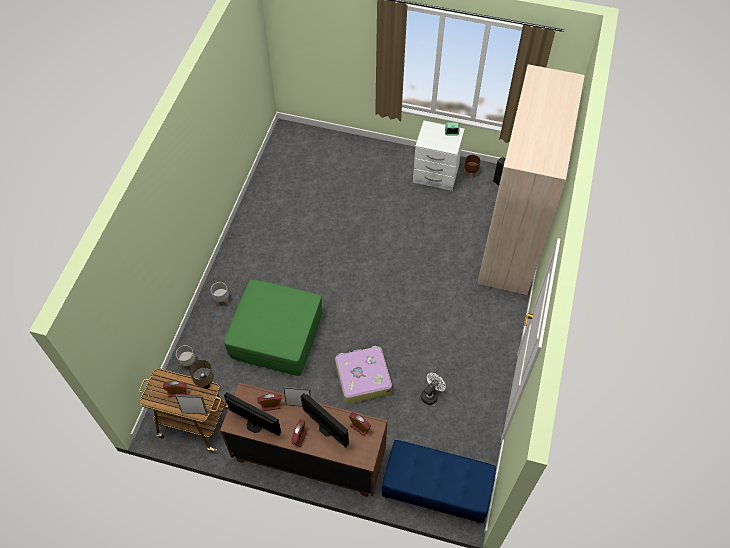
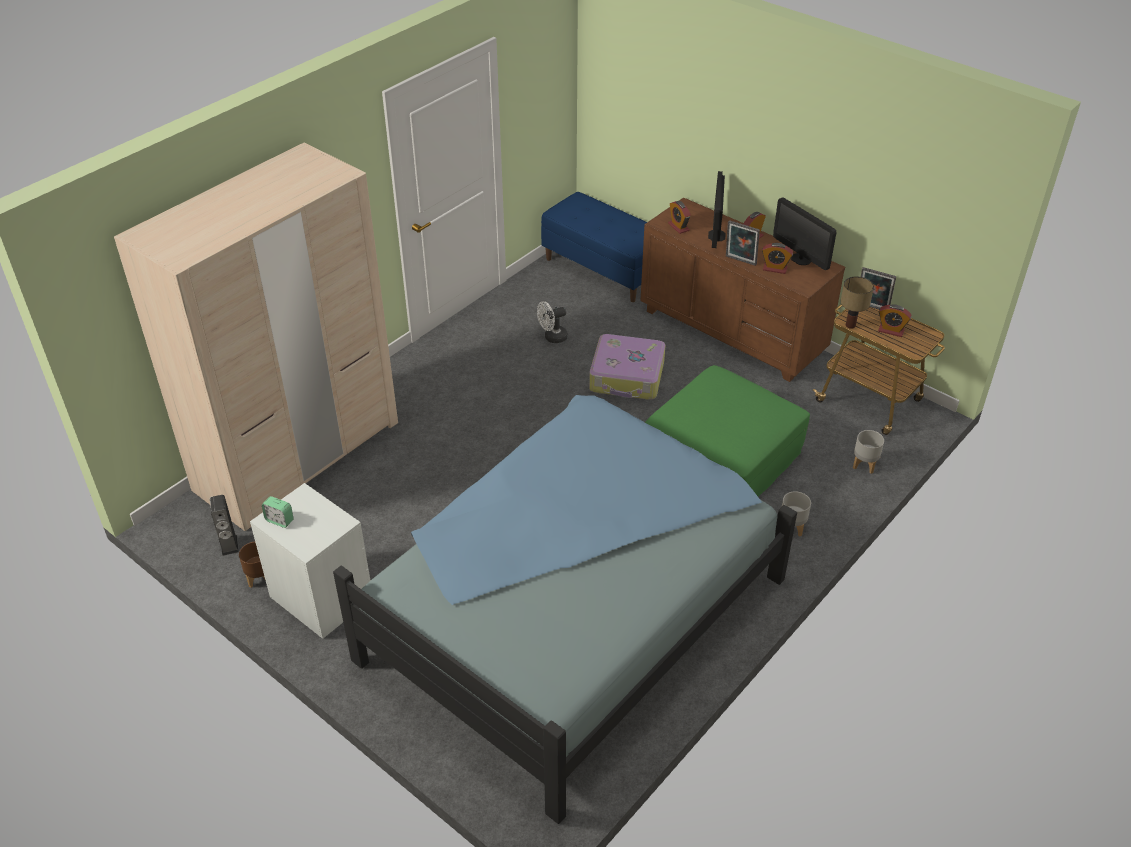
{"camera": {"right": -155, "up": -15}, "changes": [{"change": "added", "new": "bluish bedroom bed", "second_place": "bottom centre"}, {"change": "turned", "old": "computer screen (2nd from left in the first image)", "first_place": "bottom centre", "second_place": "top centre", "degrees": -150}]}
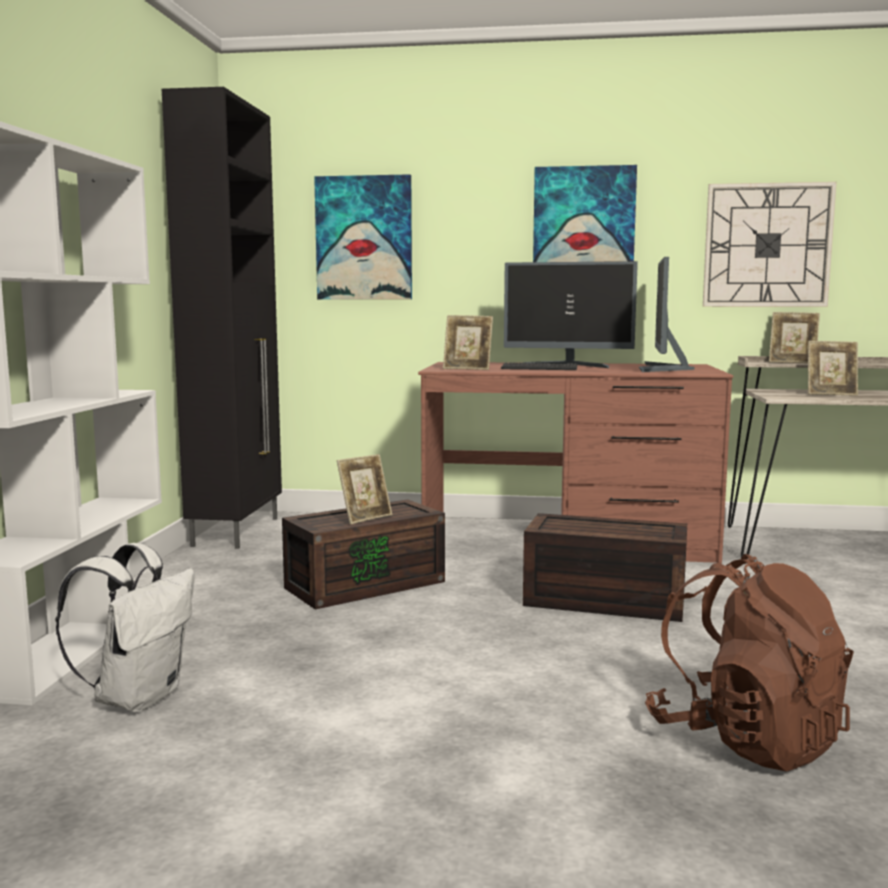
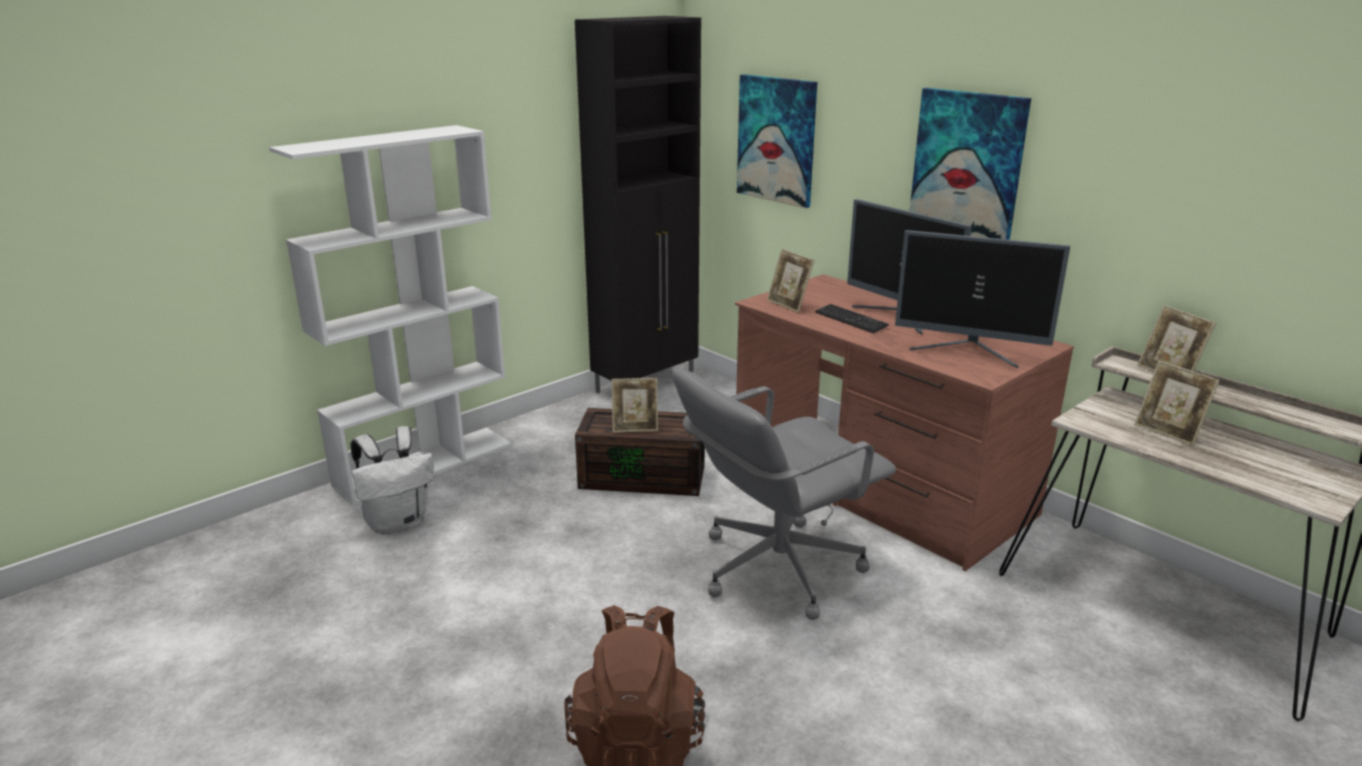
{"camera": {"right": 40, "up": 15}, "changes": [{"change": "replaced", "old": "brown storage box (2nd from left)", "new": "gray computer chair", "first_place": "middle right", "second_place": "centre"}, {"change": "turned", "old": "computer screen (2nd from left)", "first_place": "middle right", "second_place": "middle right", "degrees": -120}, {"change": "removed", "old": "wall clock", "first_place": "top right"}]}
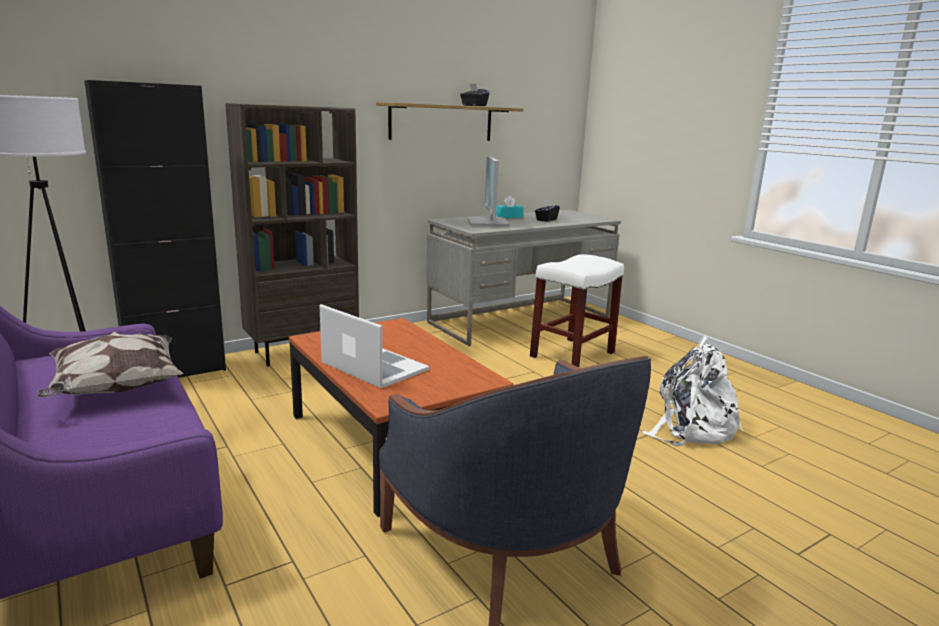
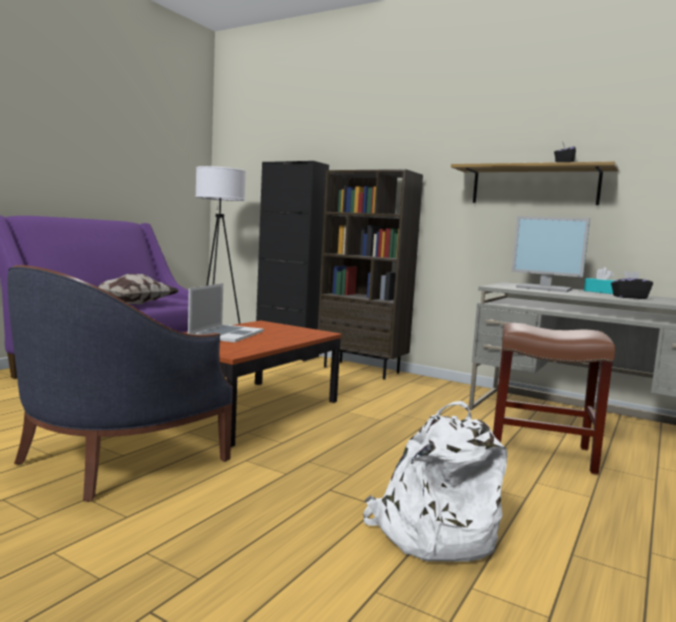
{"camera": {"right": 65, "up": -10}, "changes": [{"change": "recoloured", "old": "whitish sitting stool", "new": "brown sitting stool", "first_place": "centre", "second_place": "middle right"}, {"change": "turned", "old": "computer screen", "first_place": "top centre", "second_place": "middle right", "degrees": -120}]}
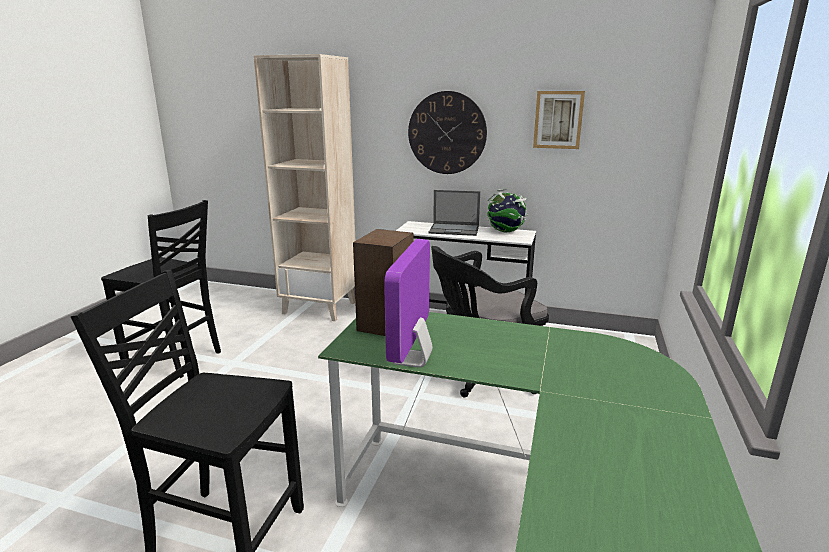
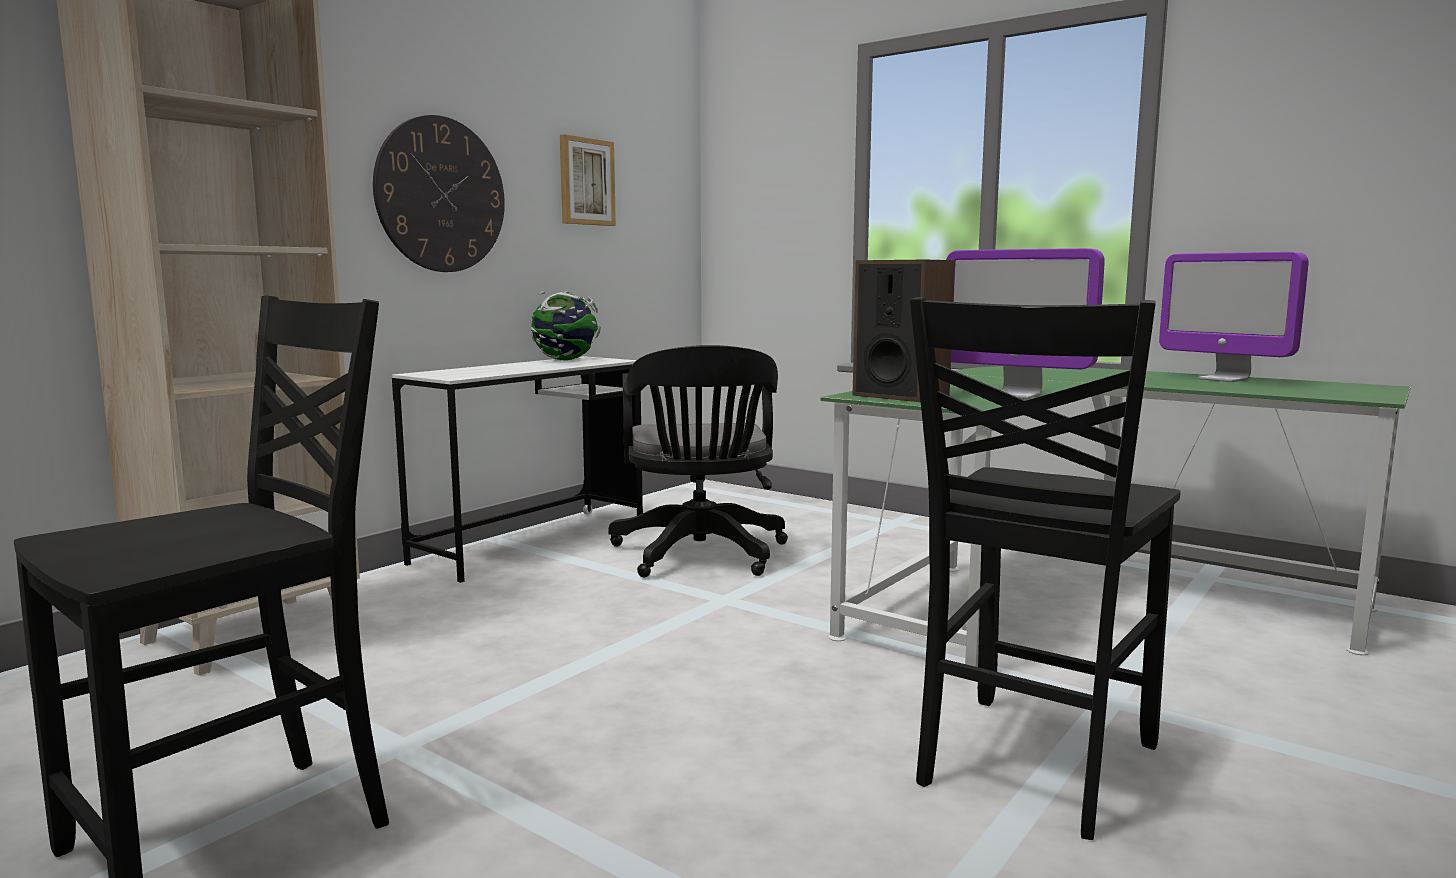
{"camera": {"right": -70, "up": -10}, "changes": [{"change": "added", "new": "computer screen (2nd from left)", "second_place": "middle right"}, {"change": "removed", "old": "notebook computer", "first_place": "centre"}]}
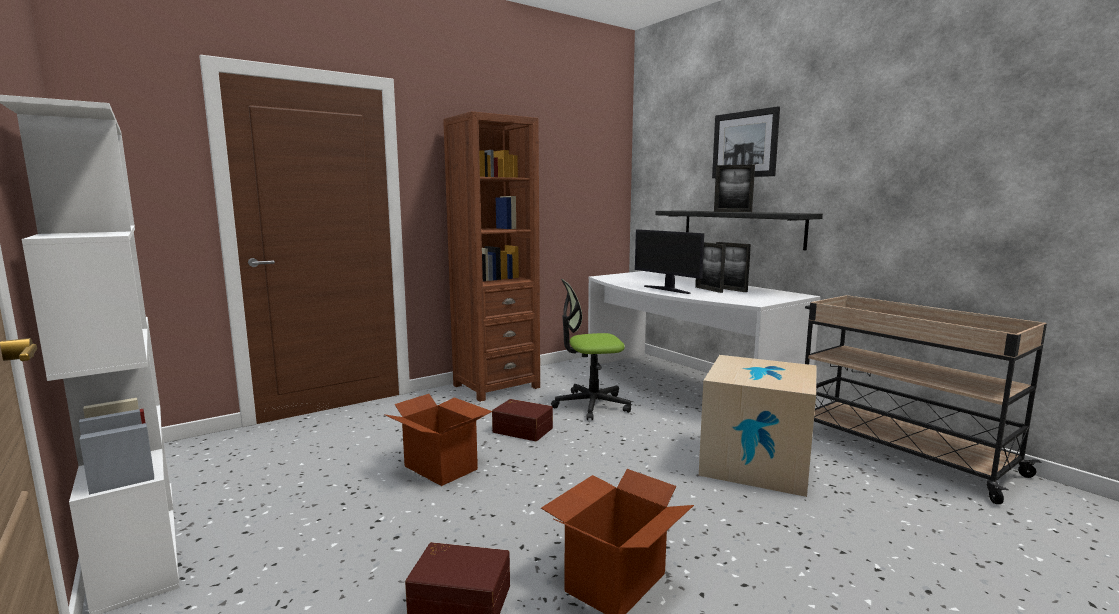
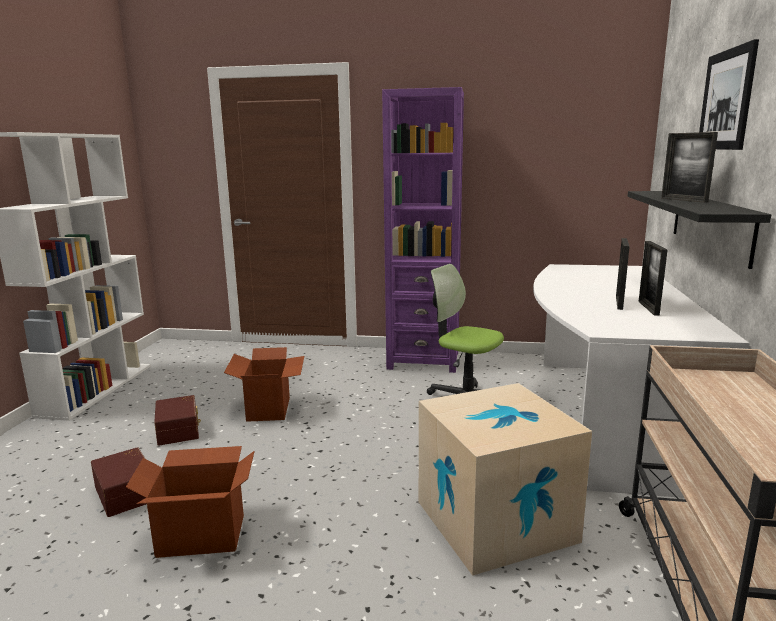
{"camera": {"right": 45, "up": 5}, "changes": [{"change": "moved", "old": "brown storage box (2nd from left)", "first_place": "bottom centre", "second_place": "bottom left"}, {"change": "recoloured", "old": "brown shelving unit", "new": "purple shelving unit", "first_place": "centre", "second_place": "centre"}, {"change": "removed", "old": "computer screen", "first_place": "centre"}]}
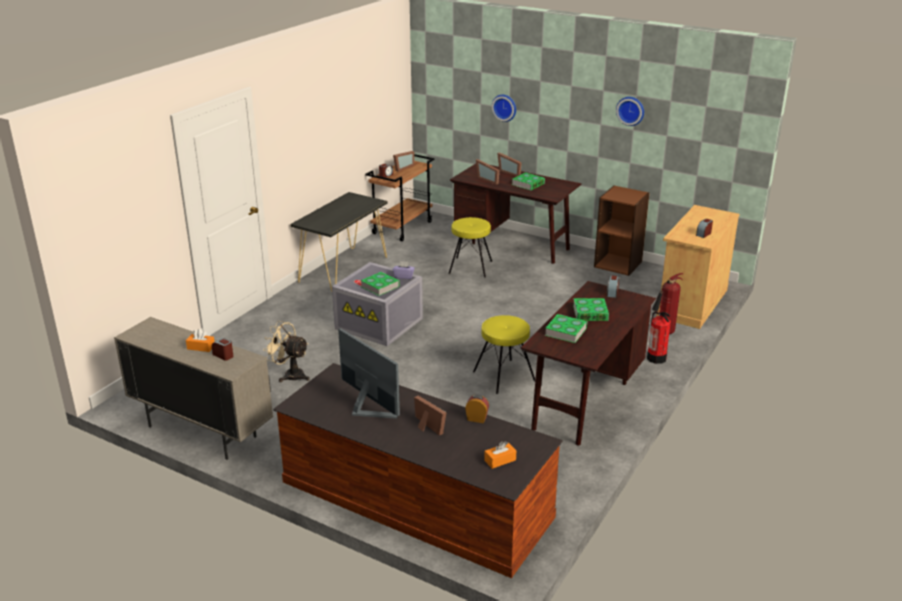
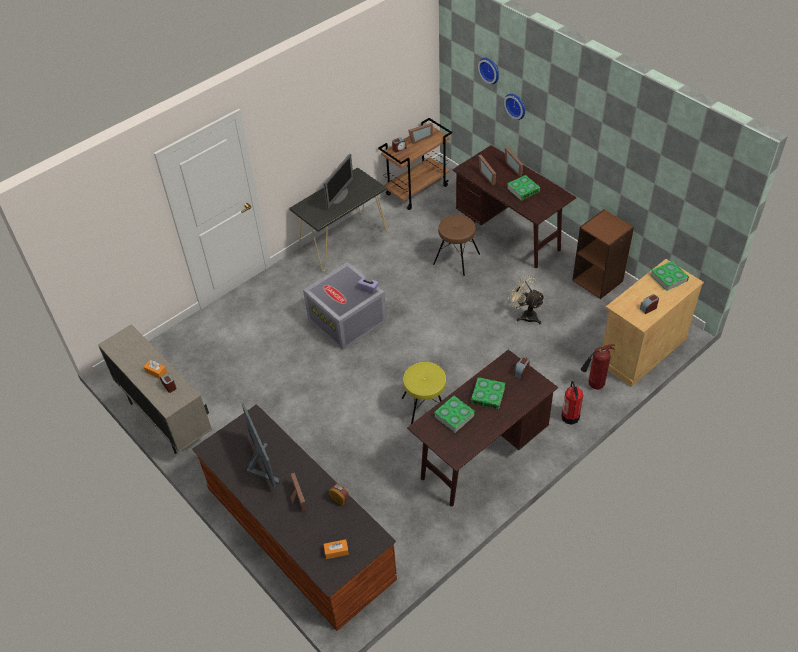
{"camera": {"right": 20, "up": 20}, "changes": [{"change": "added", "new": "computer screen (2nd from left)", "second_place": "top centre"}, {"change": "recoloured", "old": "yellow-coloured sitting stool (1st from left)", "new": "brown sitting stool", "first_place": "centre", "second_place": "centre"}, {"change": "moved", "old": "wall clock (2nd from left in the first image)", "new": "wall clock (1st from left)", "first_place": "top right", "second_place": "top centre"}, {"change": "moved", "old": "beige cooling fan", "first_place": "middle left", "second_place": "centre"}, {"change": "moved", "old": "book (1st from left in the first image)", "new": "book (4th from left)", "first_place": "centre", "second_place": "middle right"}]}
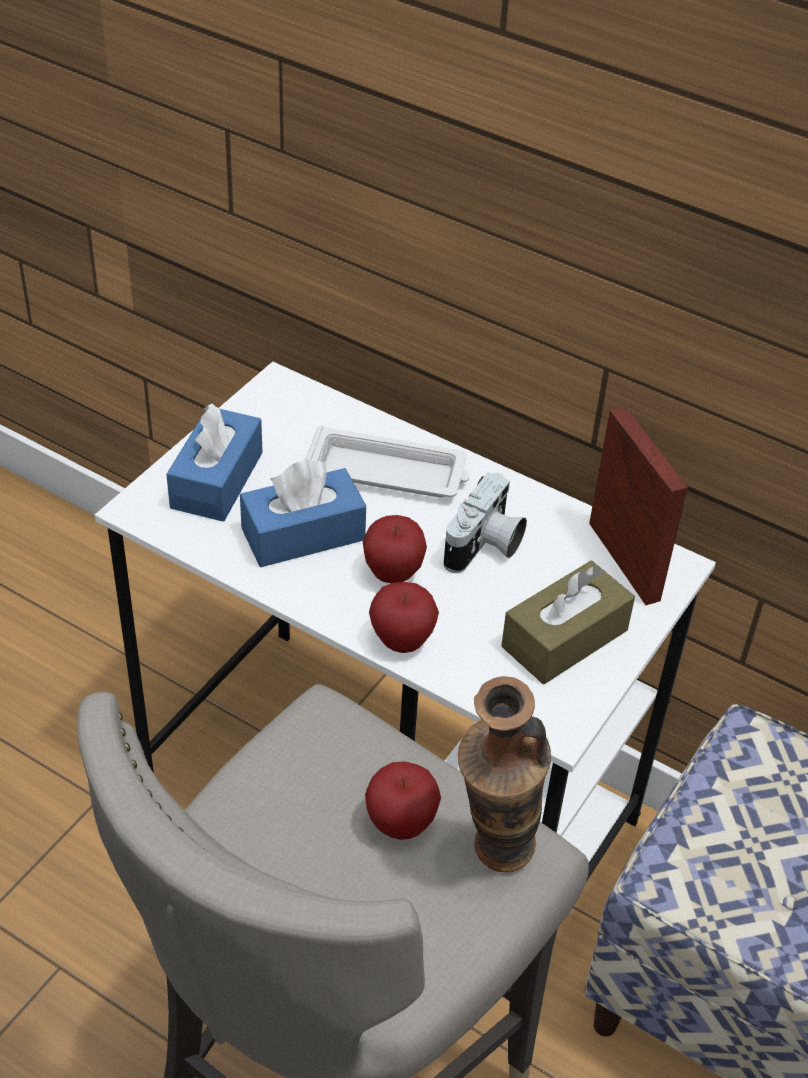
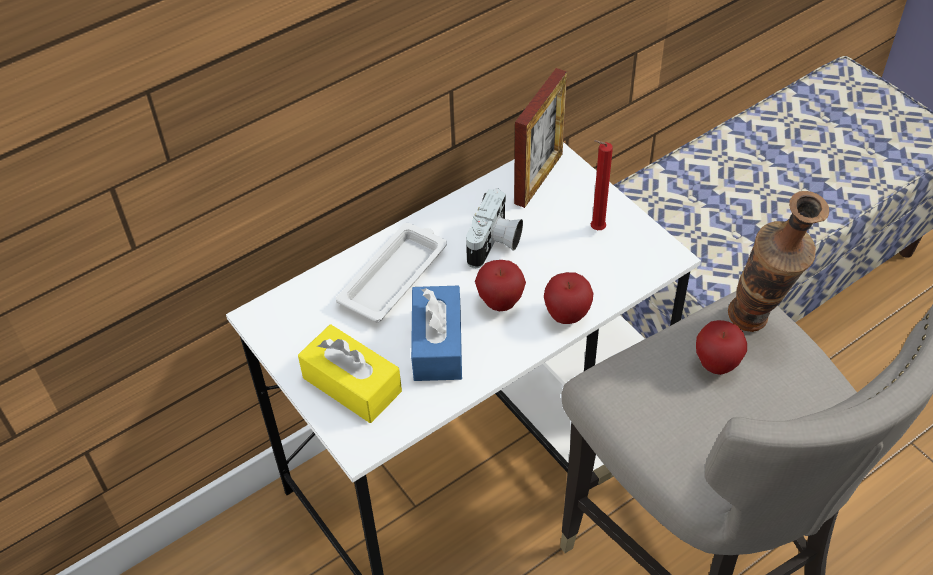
{"camera": {"right": -65, "up": 5}, "changes": [{"change": "recoloured", "old": "bluish tissue holder (1st from left)", "new": "yellow-coloured tissue holder", "first_place": "middle left", "second_place": "centre"}, {"change": "turned", "old": "still camera", "first_place": "centre", "second_place": "centre", "degrees": 60}, {"change": "turned", "old": "picture frame", "first_place": "middle right", "second_place": "top centre", "degrees": 120}, {"change": "replaced", "old": "brown tissue holder", "new": "red candle", "first_place": "middle right", "second_place": "top centre"}]}
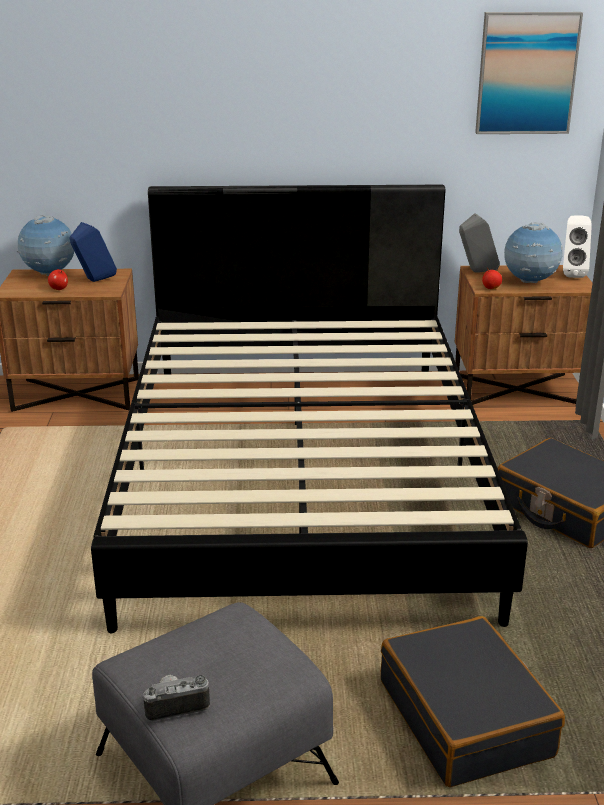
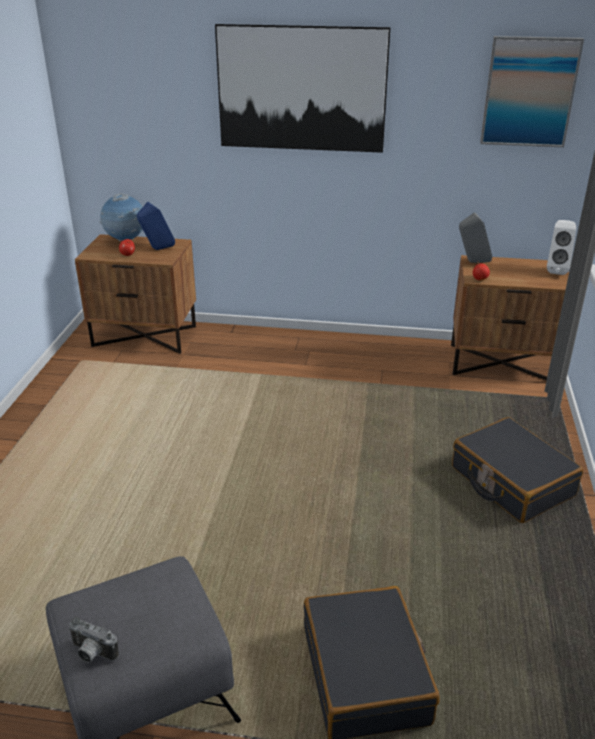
{"camera": {"right": 10, "up": 5}, "changes": [{"change": "turned", "old": "still camera", "first_place": "bottom left", "second_place": "bottom left", "degrees": -150}, {"change": "added", "new": "wall art (1st from left)", "second_place": "top centre"}, {"change": "removed", "old": "blackish bedroom bed", "first_place": "centre"}, {"change": "removed", "old": "globe (2nd from left)", "first_place": "top right"}]}
